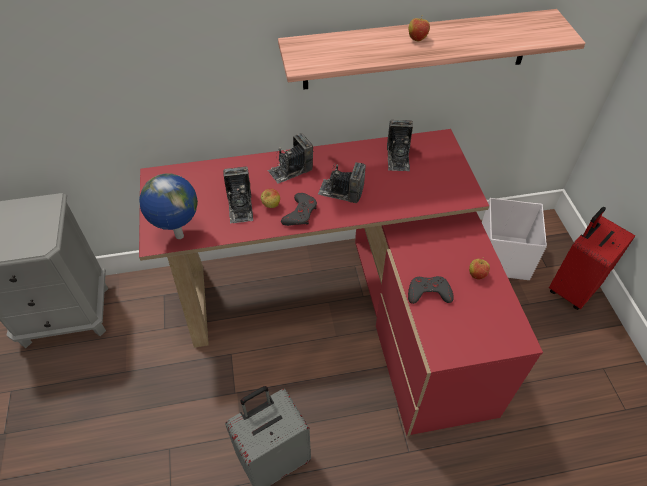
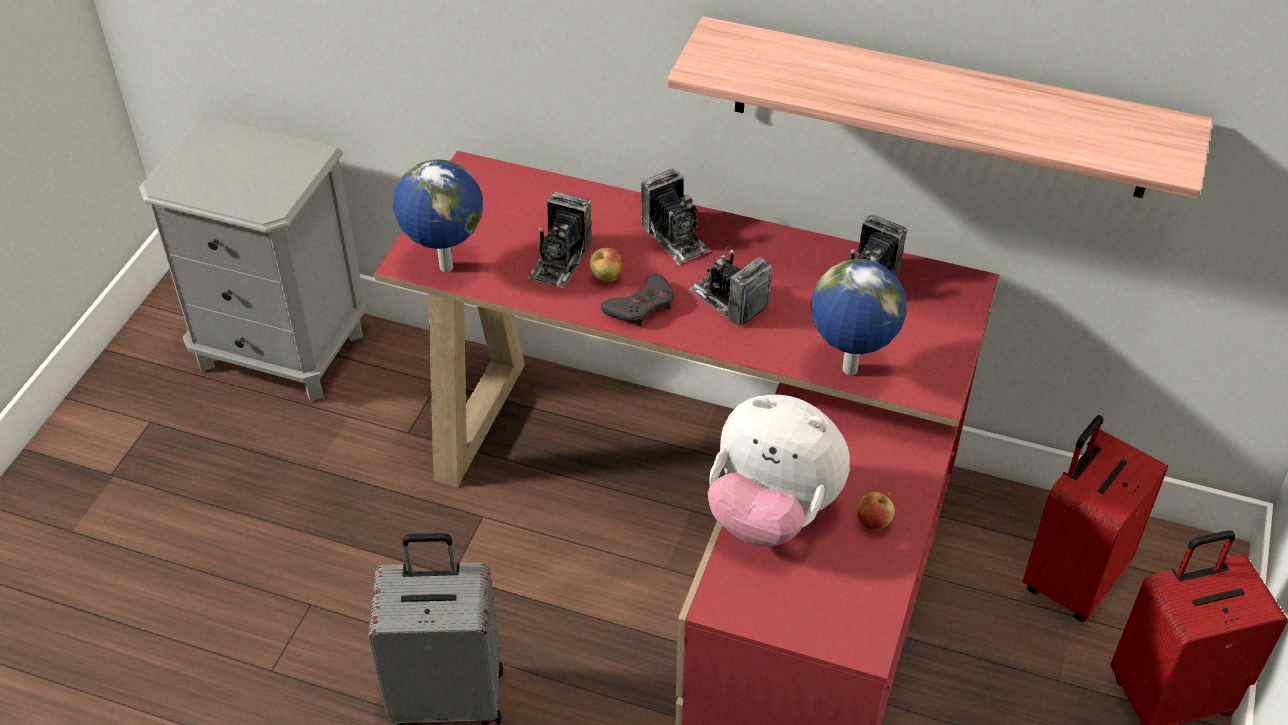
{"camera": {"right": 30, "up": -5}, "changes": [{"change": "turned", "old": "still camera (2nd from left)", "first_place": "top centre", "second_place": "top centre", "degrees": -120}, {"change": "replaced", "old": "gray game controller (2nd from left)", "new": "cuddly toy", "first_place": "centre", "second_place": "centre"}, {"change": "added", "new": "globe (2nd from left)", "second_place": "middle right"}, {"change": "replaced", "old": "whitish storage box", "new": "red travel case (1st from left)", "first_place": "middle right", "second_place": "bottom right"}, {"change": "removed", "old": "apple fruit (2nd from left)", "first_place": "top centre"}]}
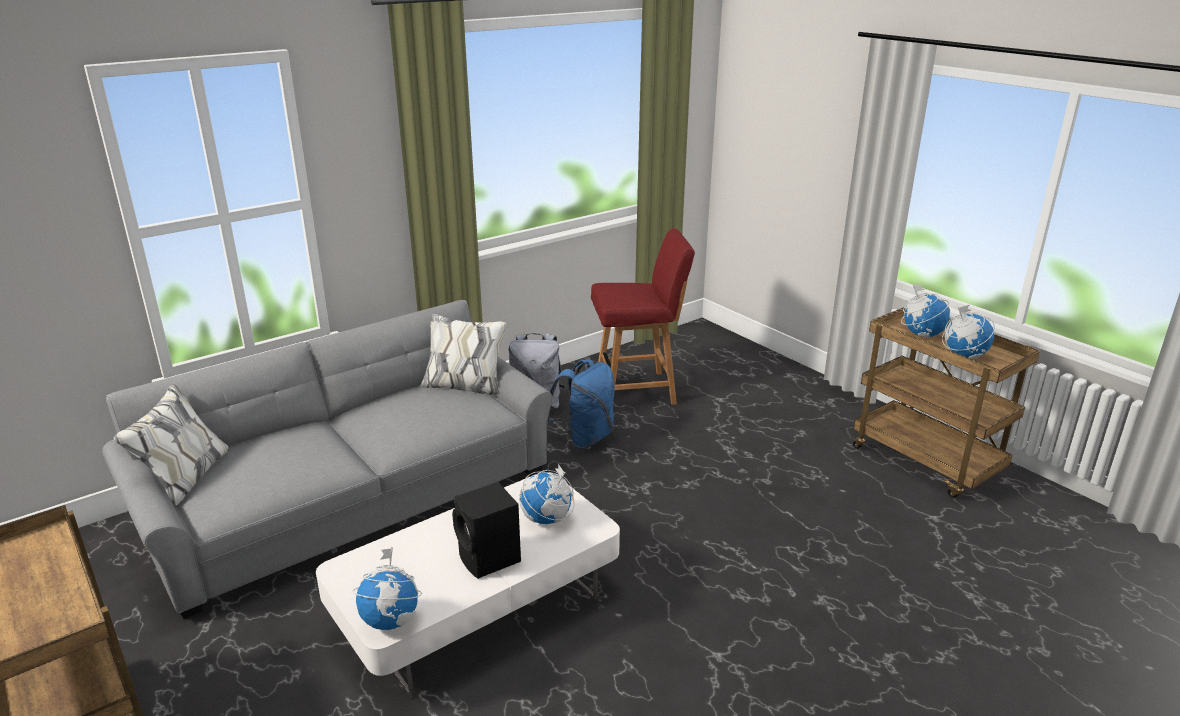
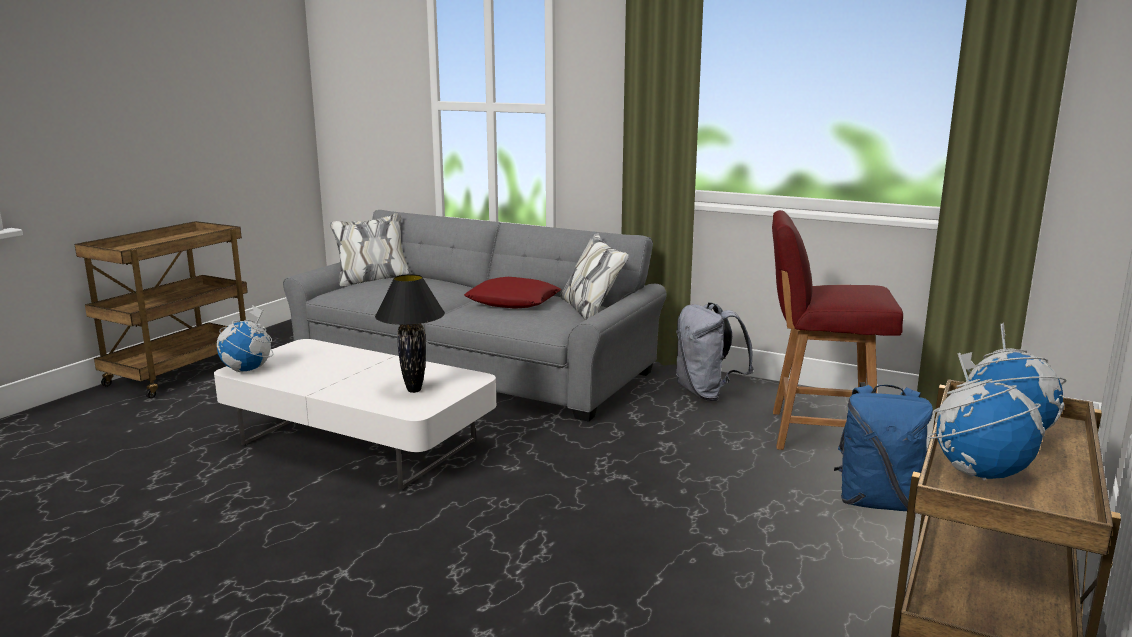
{"camera": {"right": 65, "up": -10}, "changes": [{"change": "replaced", "old": "globe (2nd from left)", "new": "blackish lamp for a table", "first_place": "bottom centre", "second_place": "centre"}, {"change": "added", "new": "red pillow", "second_place": "centre"}, {"change": "turned", "old": "red plain chair", "first_place": "centre", "second_place": "middle right", "degrees": 135}, {"change": "moved", "old": "bluish backpack", "first_place": "centre", "second_place": "bottom right"}, {"change": "removed", "old": "blackish loudspeaker", "first_place": "bottom centre"}]}
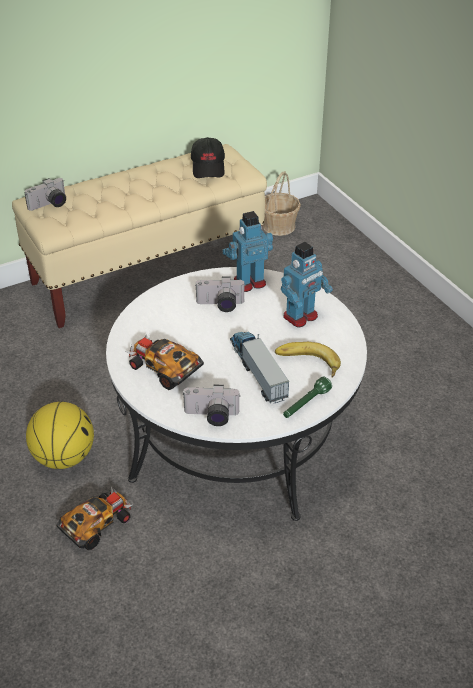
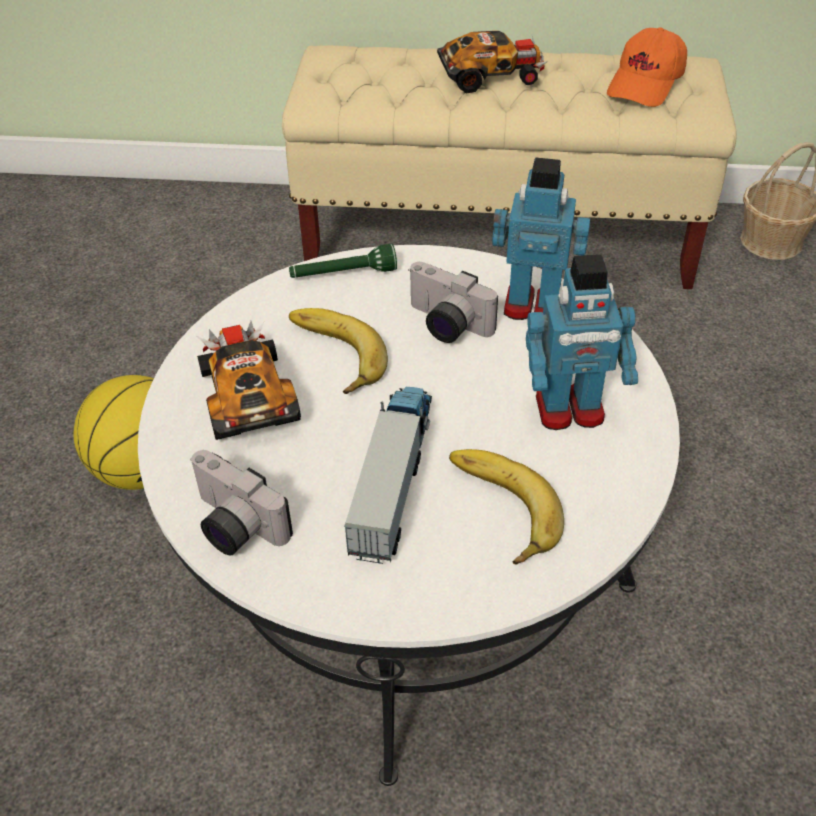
{"camera": {"right": 35, "up": 5}, "changes": [{"change": "moved", "old": "green flashlight", "first_place": "centre", "second_place": "top centre"}, {"change": "added", "new": "whole banana (1st from left)", "second_place": "centre"}, {"change": "moved", "old": "toy car (1st from left in the first image)", "new": "toy car (2nd from left)", "first_place": "bottom left", "second_place": "top centre"}, {"change": "recoloured", "old": "blackish peaked cap", "new": "orange-coloured peaked cap", "first_place": "top centre", "second_place": "top right"}, {"change": "removed", "old": "still camera (1st from left)", "first_place": "top left"}]}
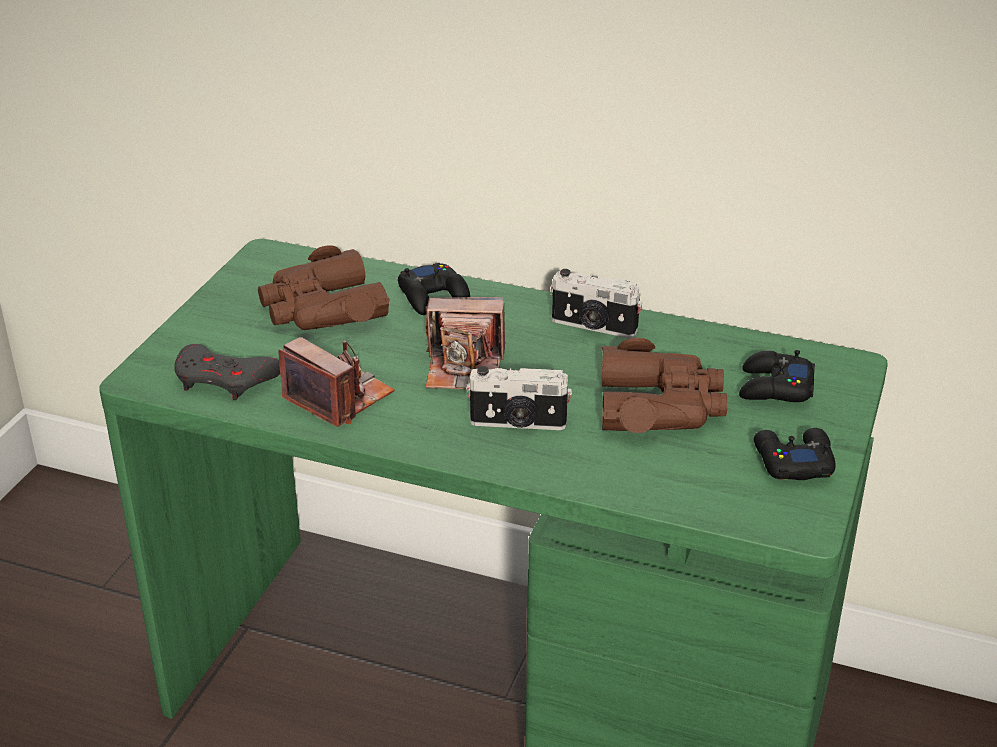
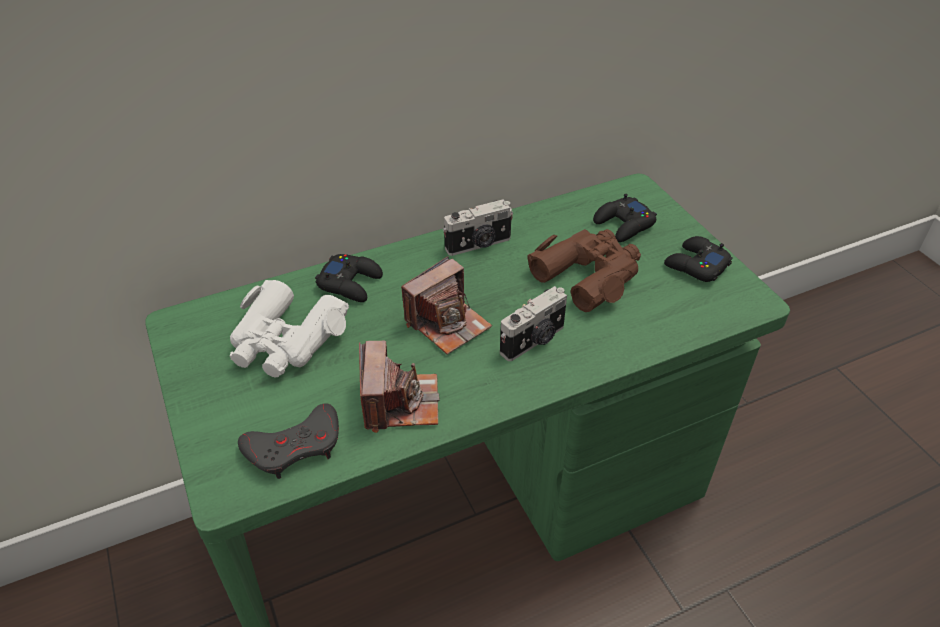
{"camera": {"right": -45, "up": 10}, "changes": [{"change": "recoloured", "old": "brown field glasses (1st from left)", "new": "whitish field glasses", "first_place": "middle left", "second_place": "middle left"}, {"change": "turned", "old": "still camera (1st from left)", "first_place": "centre", "second_place": "centre", "degrees": 90}]}
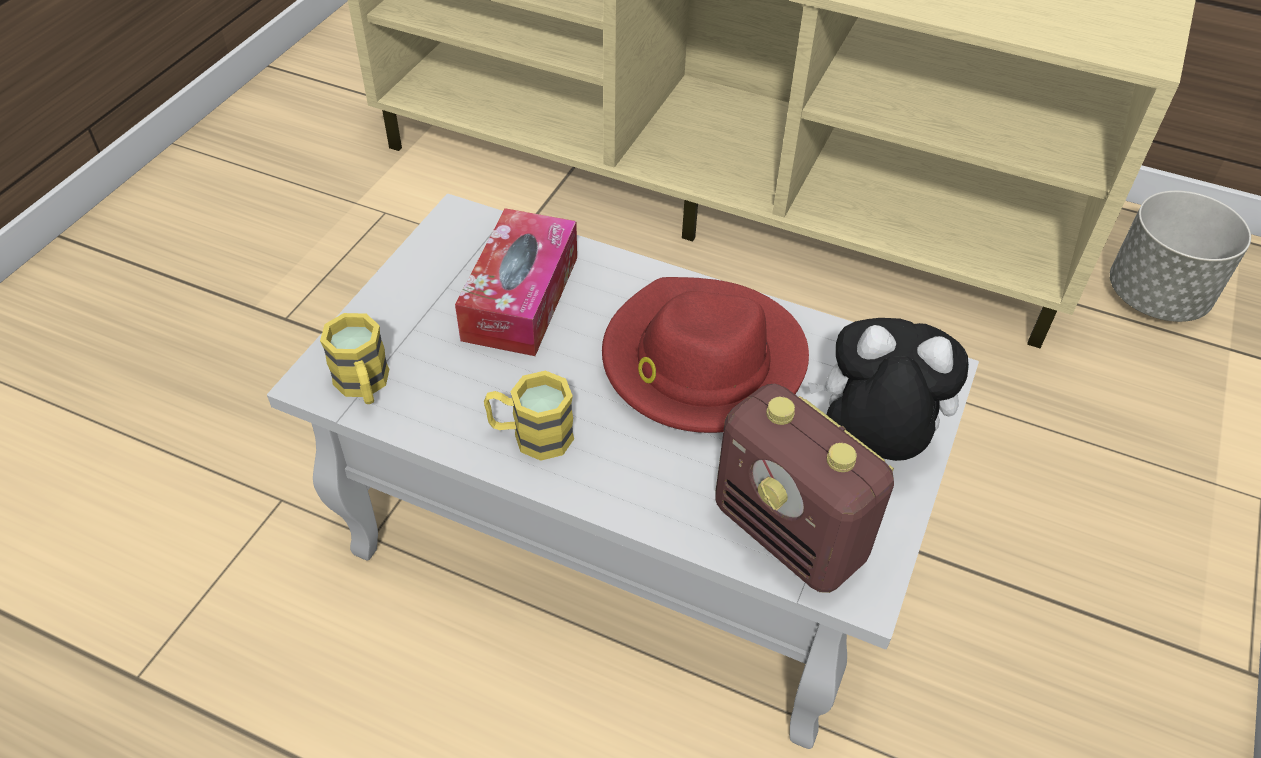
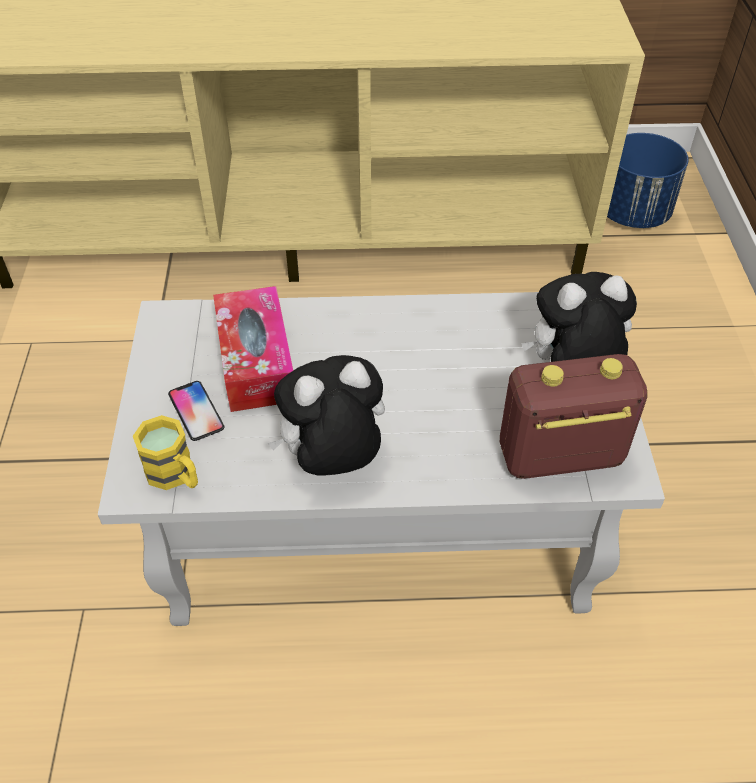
{"camera": {"right": -25, "up": 0}, "changes": [{"change": "added", "new": "handset", "second_place": "middle left"}, {"change": "replaced", "old": "yellow-coloured tea mug (2nd from left)", "new": "cuddly toy (1st from left)", "first_place": "centre", "second_place": "centre"}, {"change": "turned", "old": "radio", "first_place": "centre", "second_place": "middle right", "degrees": 150}, {"change": "recoloured", "old": "gray plant pot", "new": "bluish plant pot", "first_place": "middle right", "second_place": "top right"}, {"change": "removed", "old": "red wearable hat", "first_place": "centre"}]}
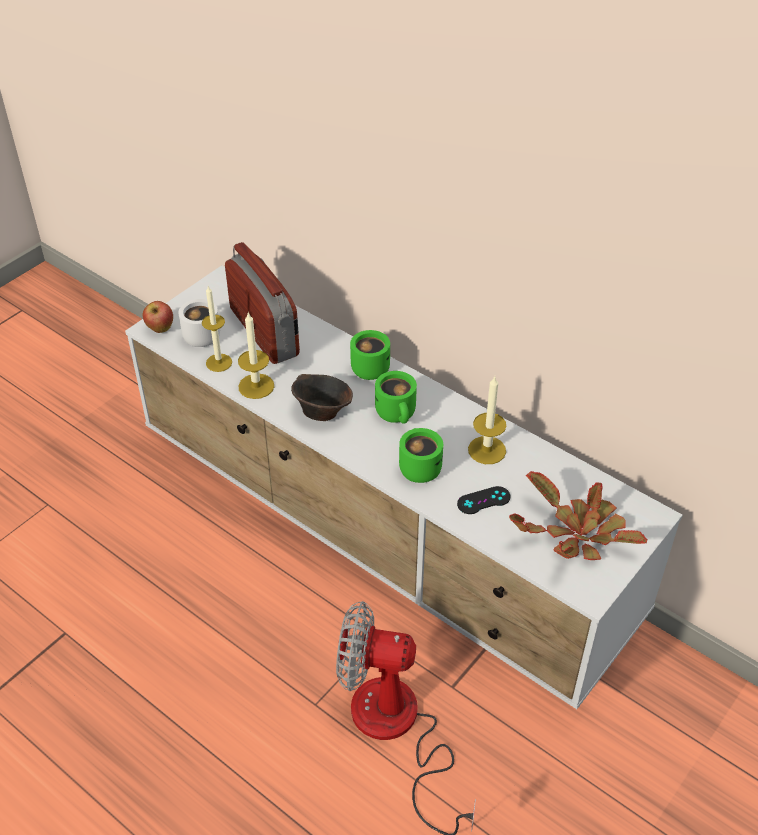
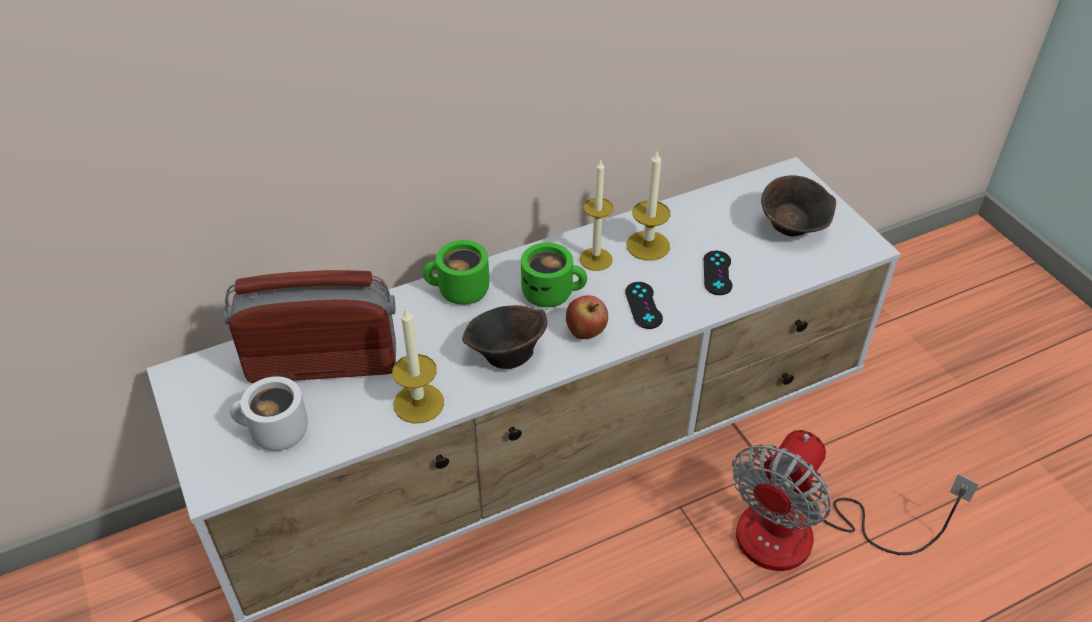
{"camera": {"right": -65, "up": 0}, "changes": [{"change": "moved", "old": "apple fruit", "first_place": "middle left", "second_place": "centre"}, {"change": "moved", "old": "candle (1st from left in the first image)", "new": "candle (2nd from left)", "first_place": "middle left", "second_place": "centre"}, {"change": "replaced", "old": "green tea mug (3rd from left)", "new": "blackish game controller (1st from left)", "first_place": "centre", "second_place": "centre"}, {"change": "replaced", "old": "houseplant", "new": "brown deep dish (2nd from left)", "first_place": "middle right", "second_place": "top right"}]}
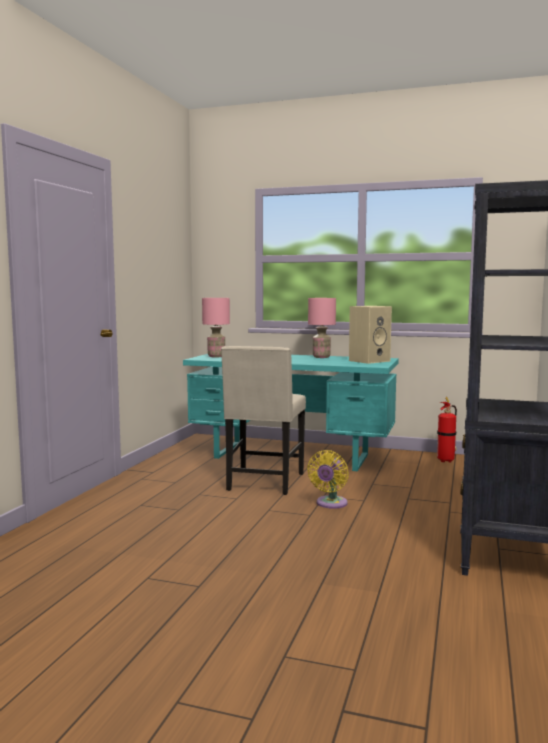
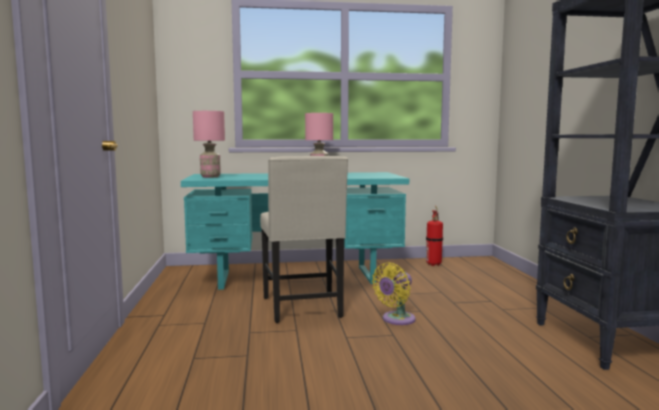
{"camera": {"right": -25, "up": 0}, "changes": [{"change": "turned", "old": "yellow-coloured cooling fan", "first_place": "centre", "second_place": "bottom centre", "degrees": 45}, {"change": "removed", "old": "beige loudspeaker", "first_place": "middle right"}]}
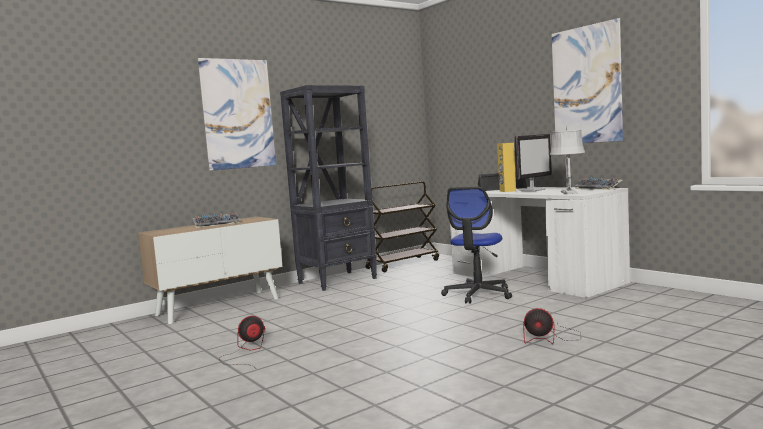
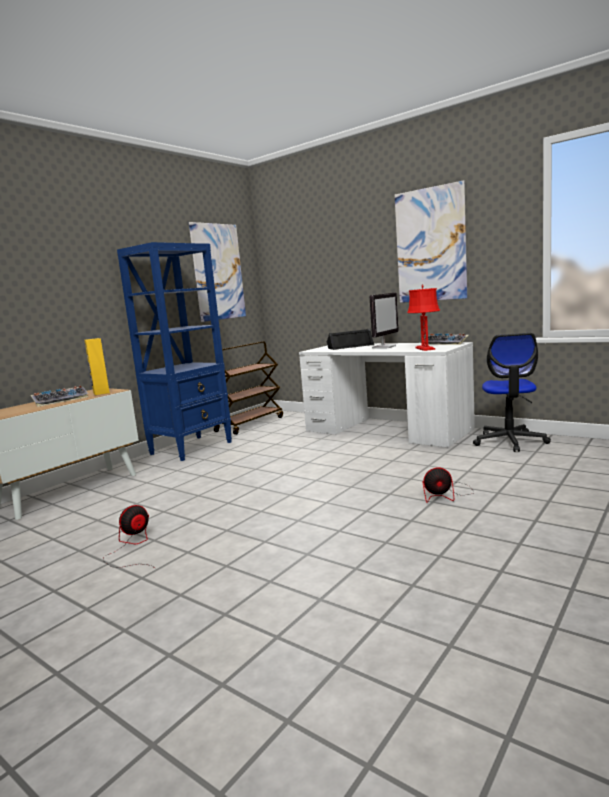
{"camera": {"right": -15, "up": 5}, "changes": [{"change": "moved", "old": "yellow-coloured loudspeaker", "first_place": "centre", "second_place": "middle left"}, {"change": "recoloured", "old": "blackish shelving unit", "new": "bluish shelving unit", "first_place": "centre", "second_place": "middle left"}, {"change": "moved", "old": "wall art (1st from left)", "first_place": "top left", "second_place": "centre"}, {"change": "recoloured", "old": "gray lamp for a table", "new": "red lamp for a table", "first_place": "middle right", "second_place": "middle right"}, {"change": "moved", "old": "computer chair", "first_place": "centre", "second_place": "middle right"}]}
